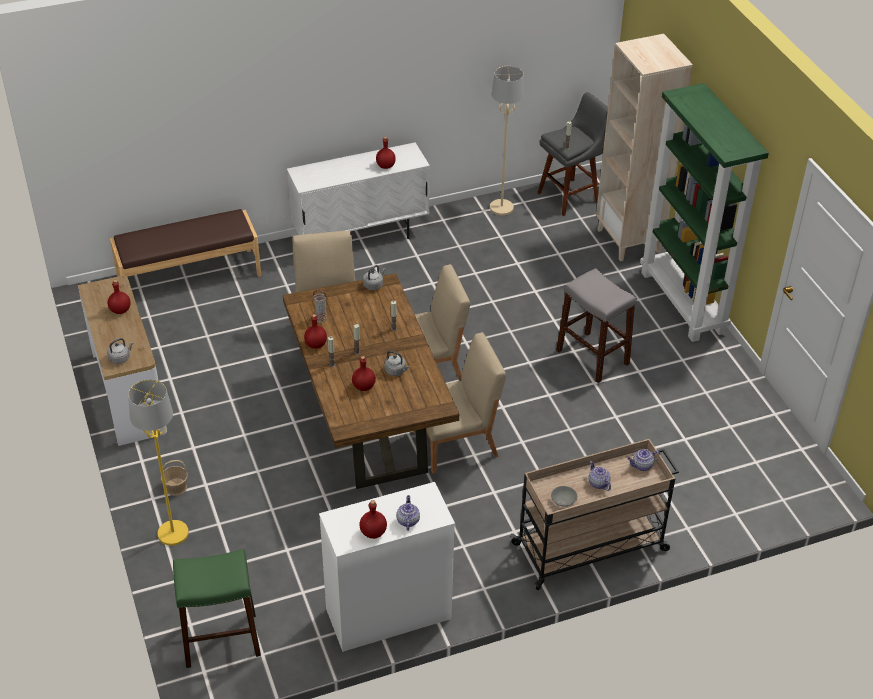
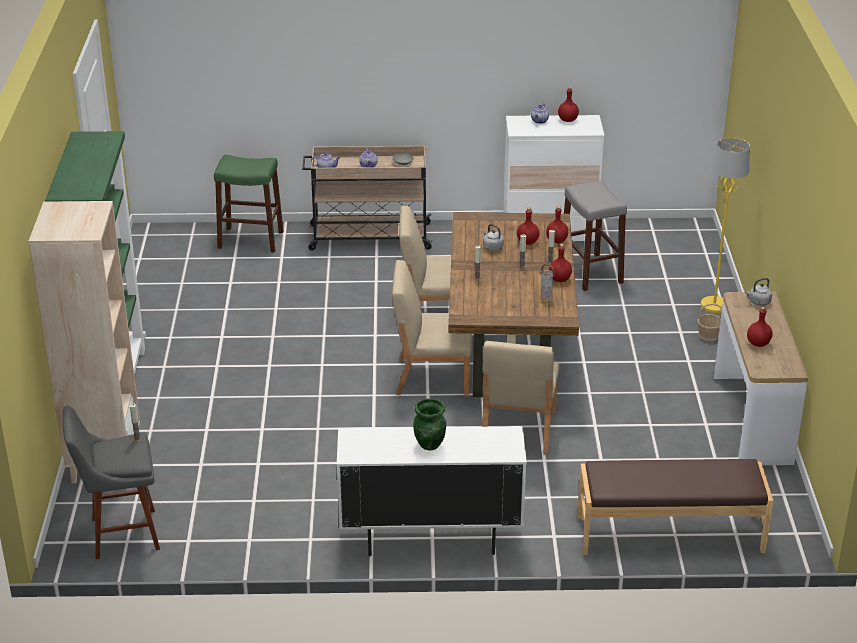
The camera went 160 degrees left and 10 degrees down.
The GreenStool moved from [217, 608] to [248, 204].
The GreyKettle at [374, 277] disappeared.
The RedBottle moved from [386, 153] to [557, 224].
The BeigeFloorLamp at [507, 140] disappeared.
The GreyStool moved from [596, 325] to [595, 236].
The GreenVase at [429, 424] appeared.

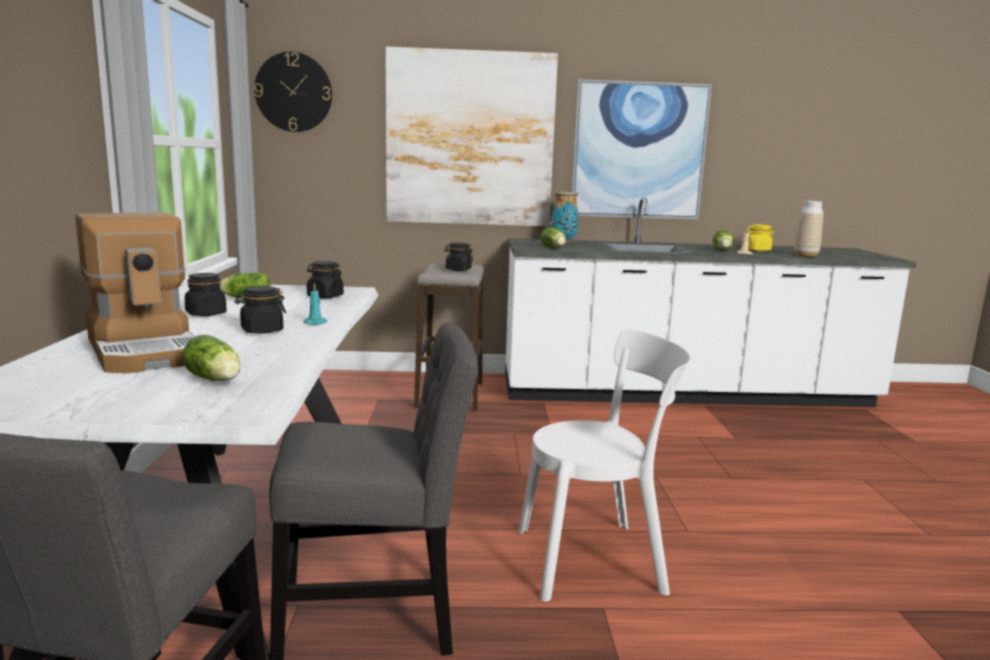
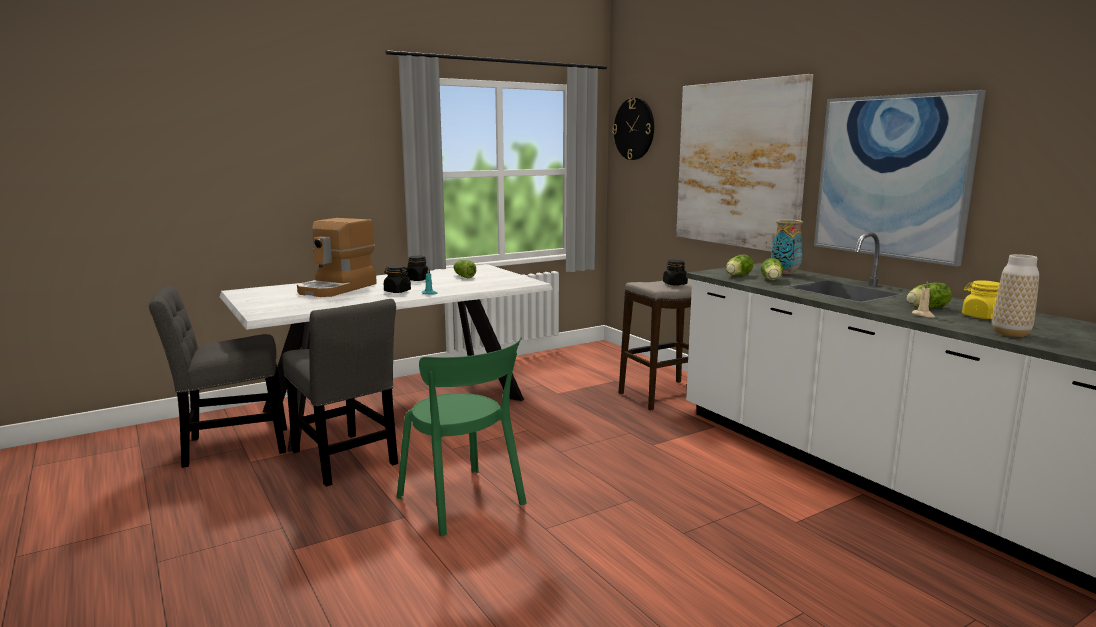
The camera went 60 degrees right and 0 degrees up.
The Lettuce moved from [211, 357] to [772, 269].
The BlackJar at [325, 280] disappeared.
The WhiteChair at [604, 465] became the GreenChair at [462, 436].

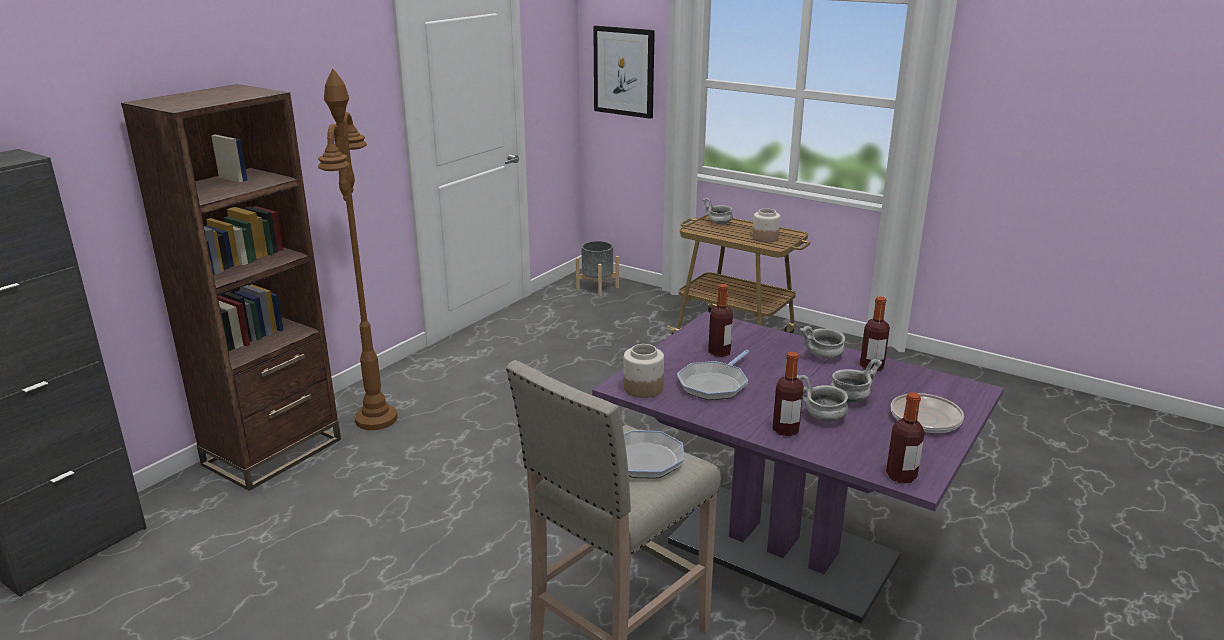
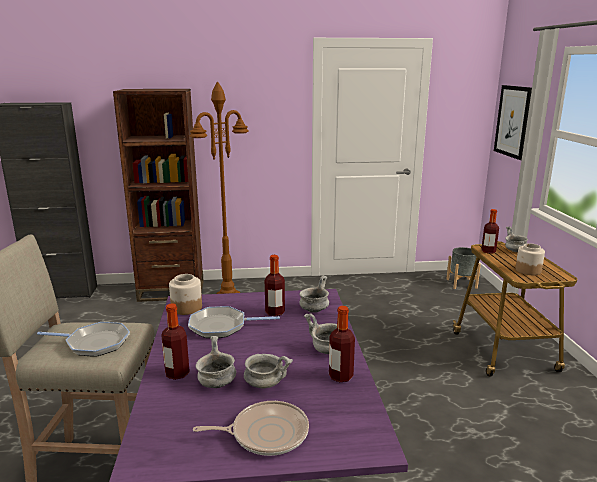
The camera went 50 degrees right and 5 degrees down.
The Bottle moved from [905, 437] to [490, 231].
The GreyBowl at [314, 294] appeared.

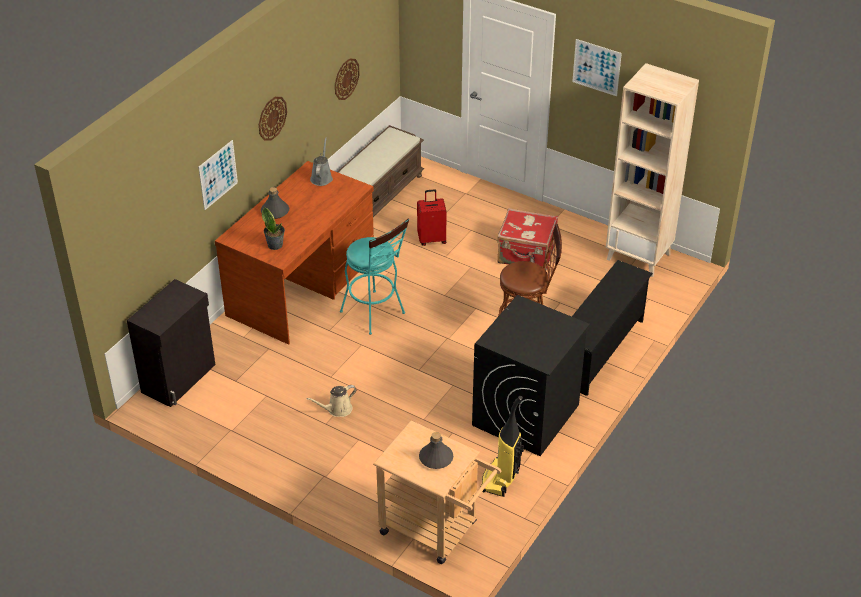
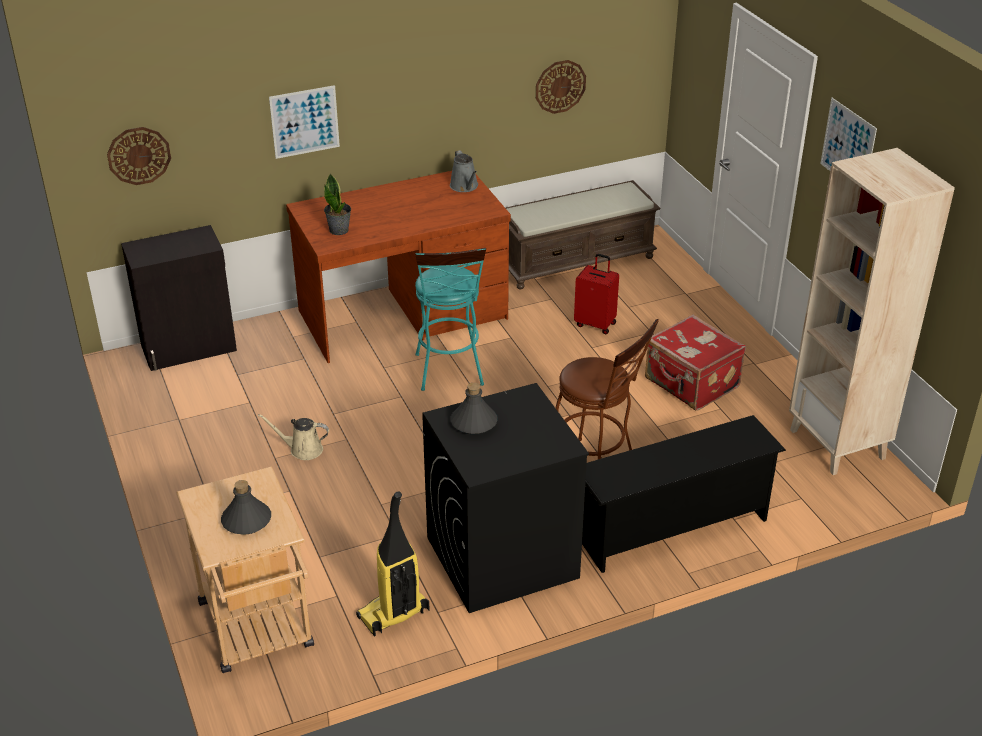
The camera went 35 degrees right and 5 degrees down.
The WallClock moved from [273, 119] to [139, 156].
The GreyBottle moved from [275, 203] to [474, 408].
The GreyWateringCan at [321, 161] turned 120 degrees clockwise.

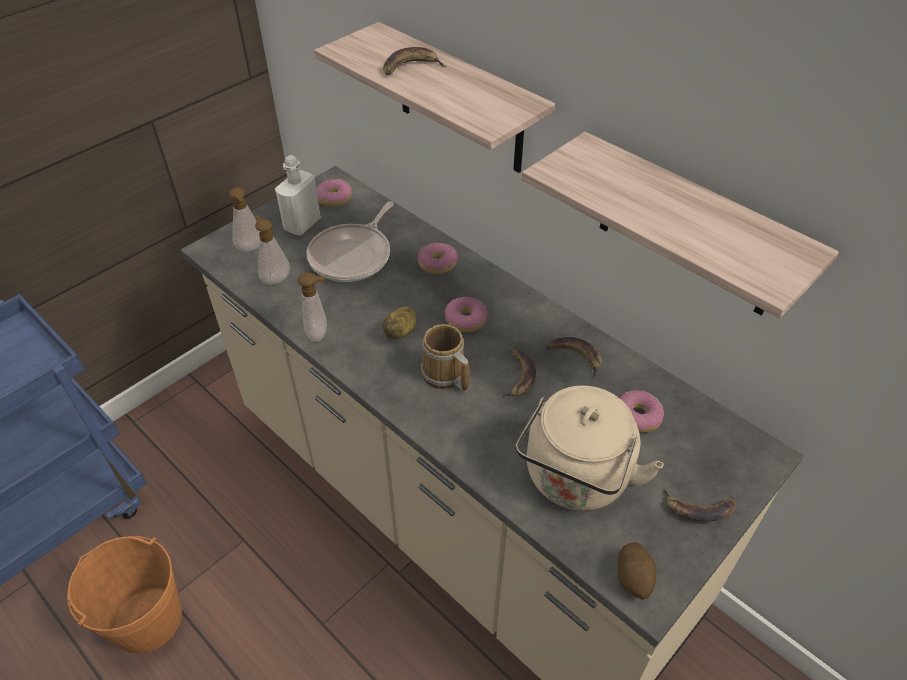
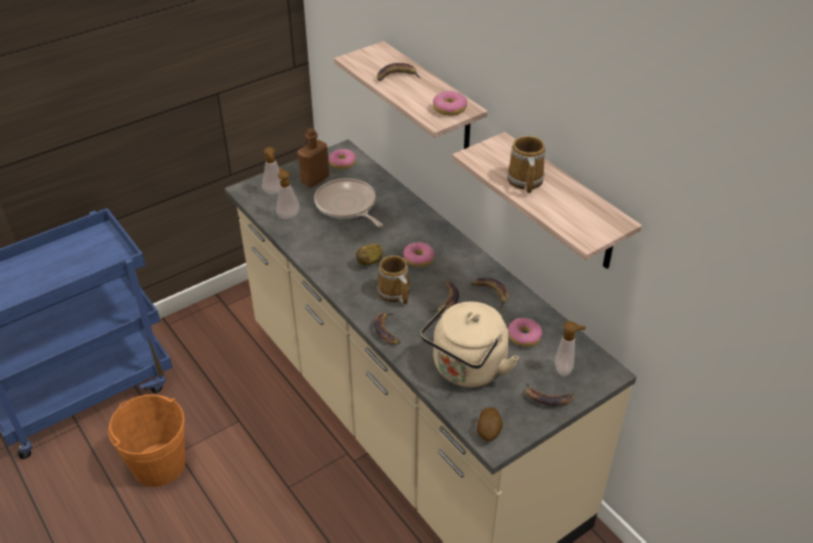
The camera went 10 degrees right and 5 degrees down.
The WhiteBottle at [298, 195] became the BrownBottle at [313, 157].
The SoapDispenser moved from [312, 307] to [570, 349].
The FryingPan at [350, 241] turned 105 degrees clockwise.
The Donut moved from [438, 258] to [450, 103].
The Banana at [387, 328] appeared.
The Mug at [526, 165] appeared.

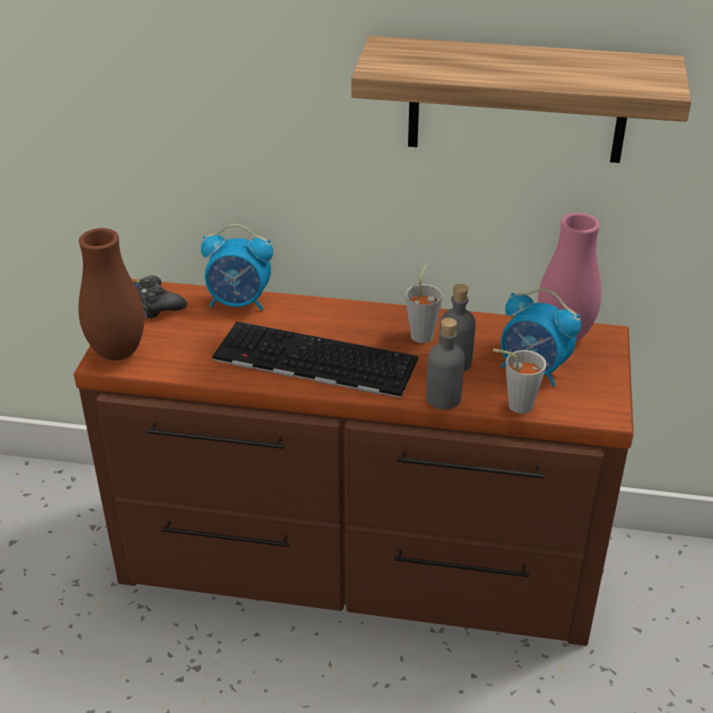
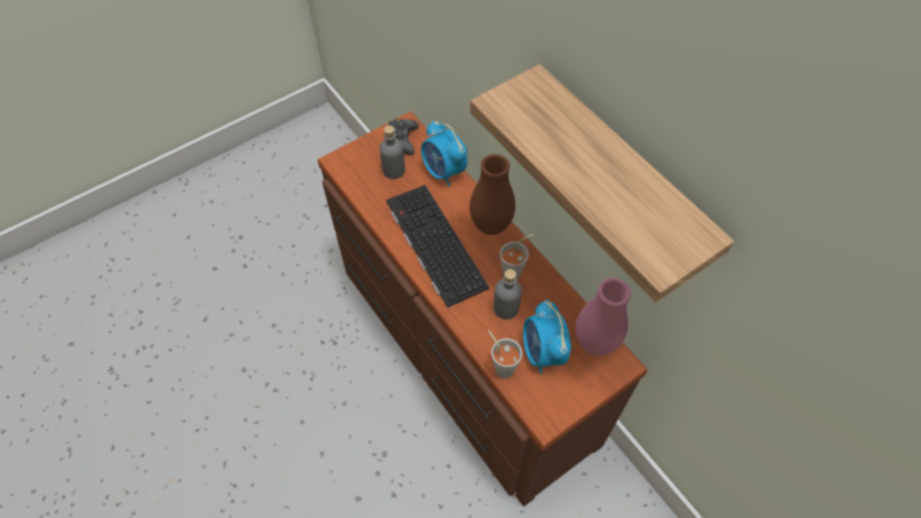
The camera went 45 degrees right and 20 degrees up.
The BrownVase moved from [111, 294] to [492, 194].
The GreyBottle moved from [445, 363] to [392, 152].

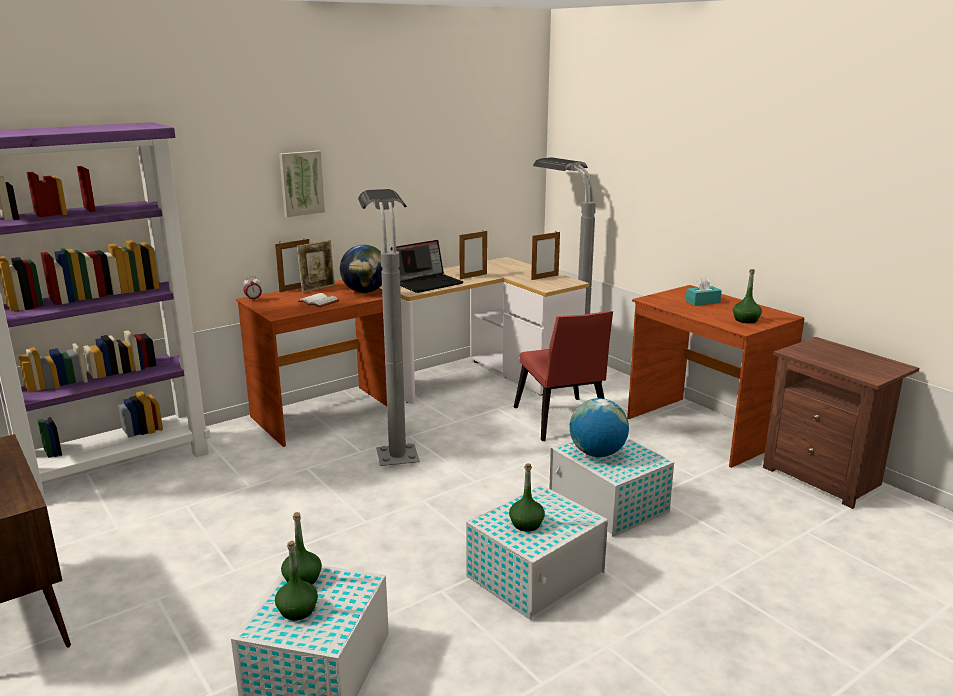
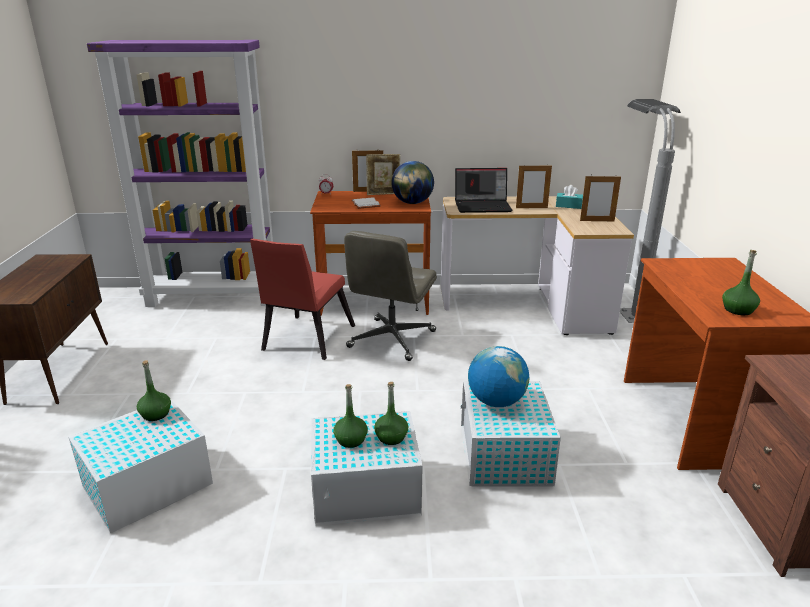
The camera went 35 degrees right and 5 degrees up.
The GreenBottle moved from [296, 580] to [391, 413].
The Picture at [302, 184] disappeared.
The GreyFloorLamp at [389, 327] was replaced by the GreyOfficeChair at [390, 296].
The RedChair moved from [563, 376] to [302, 299].
The TurquoiseTissueBox moved from [704, 291] to [569, 197].

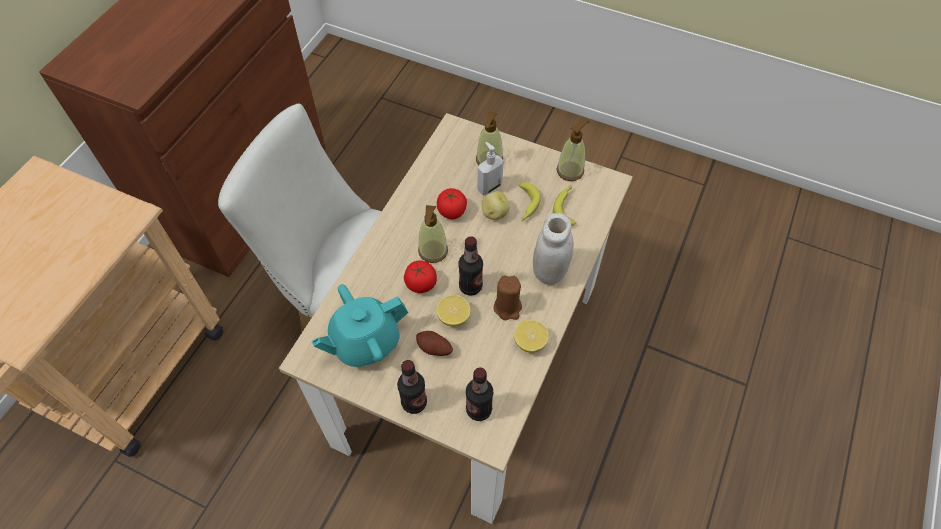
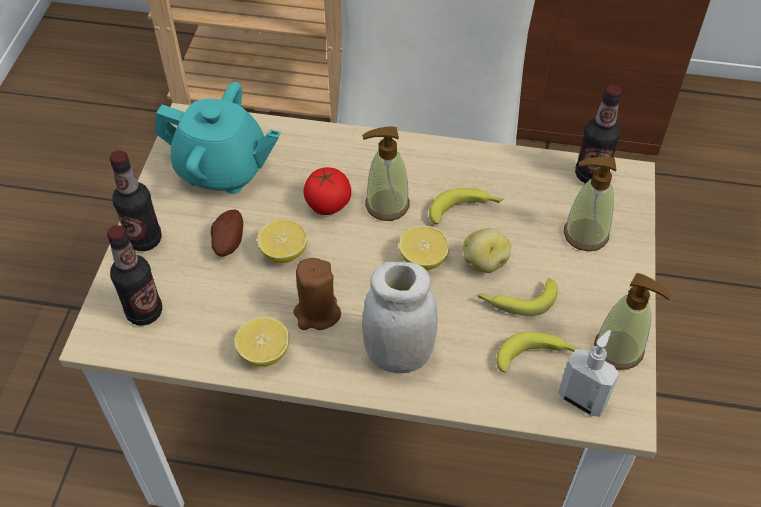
The camera went 75 degrees right and 5 degrees down.
The TurquoiseTeapot at [359, 325] turned 150 degrees clockwise.
The Tomato at [452, 203] was replaced by the Banana at [466, 206].
The Bottle moved from [470, 266] to [598, 134].
The SoapDispenser moved from [490, 168] to [588, 373].
The Lemon at [424, 248] appeared.

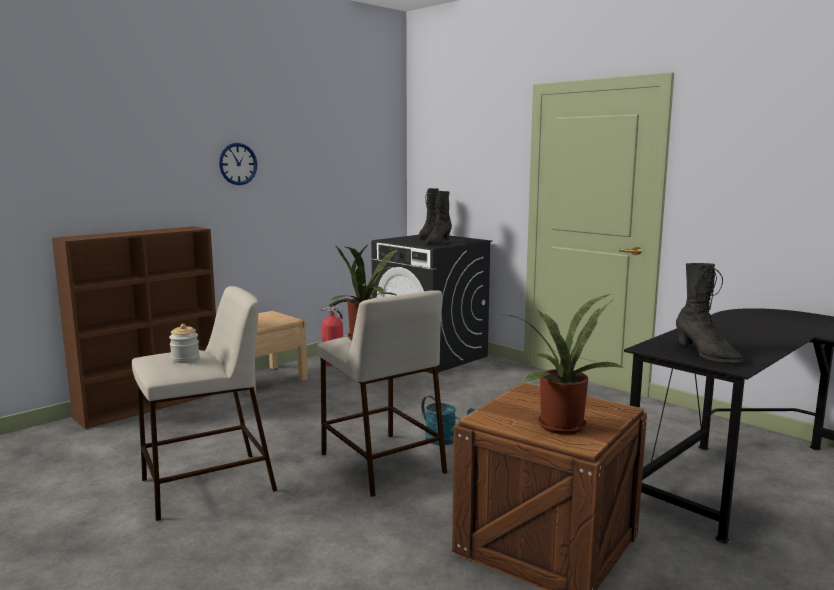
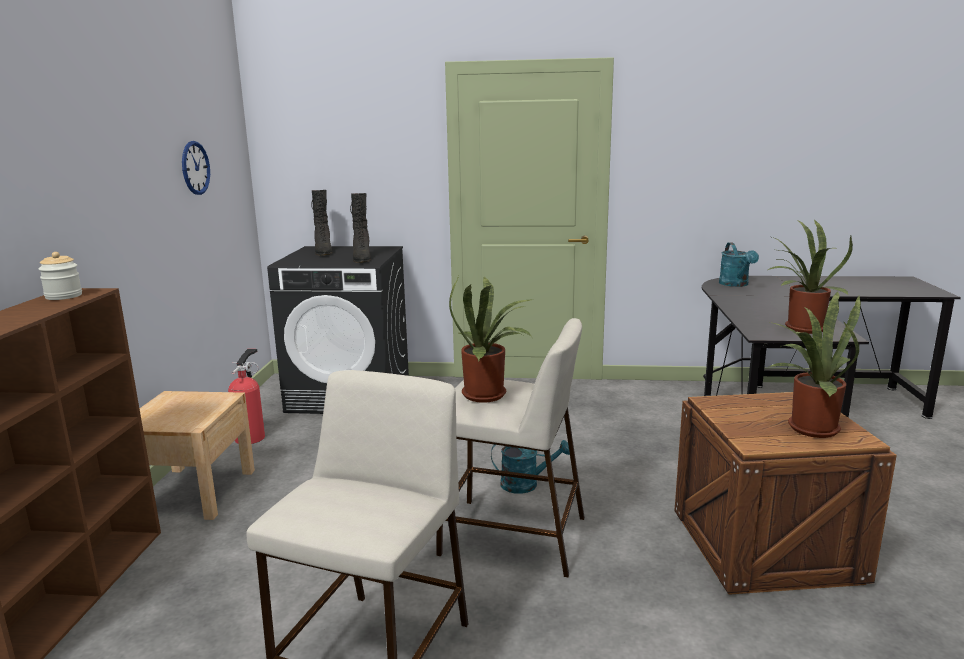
The camera went 40 degrees left and 5 degrees up.
The Jar moved from [184, 343] to [60, 276].
The WallClock moved from [238, 164] to [196, 168].
The BlackBoot at [709, 313] was replaced by the PottedPlant at [810, 276].
The TurquoiseWateringCan at [739, 264] appeared.

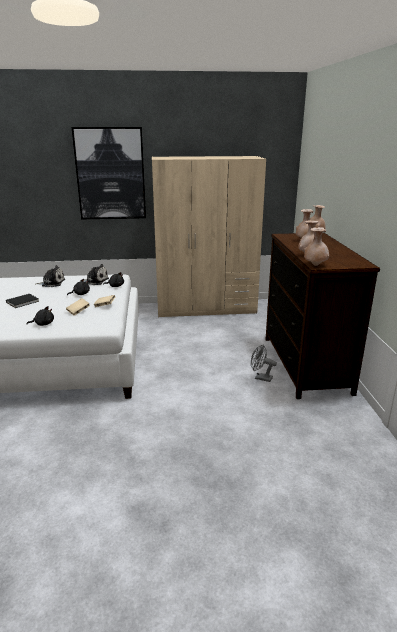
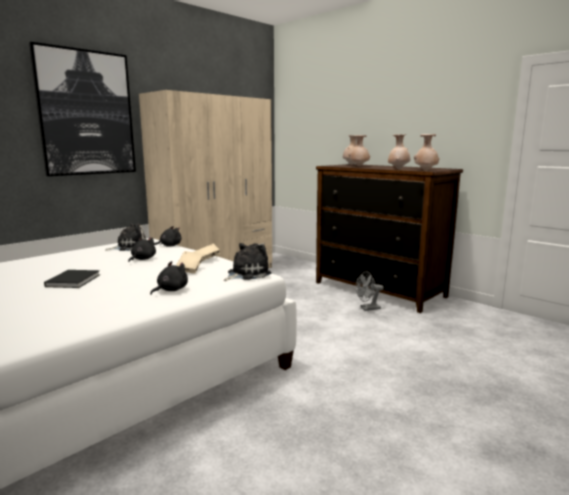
The camera went 40 degrees left and 10 degrees down.
The PlushToy moved from [50, 276] to [247, 262].

